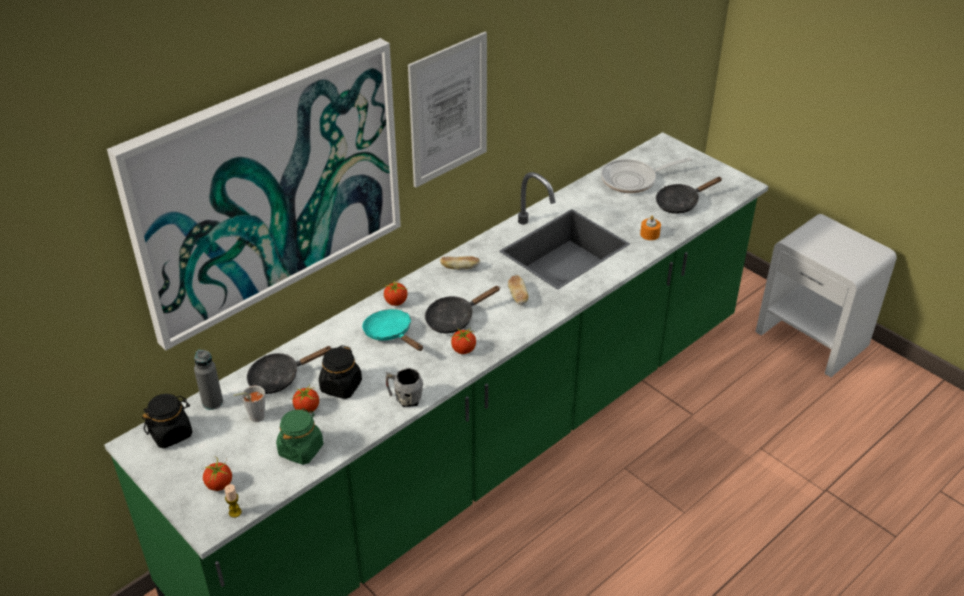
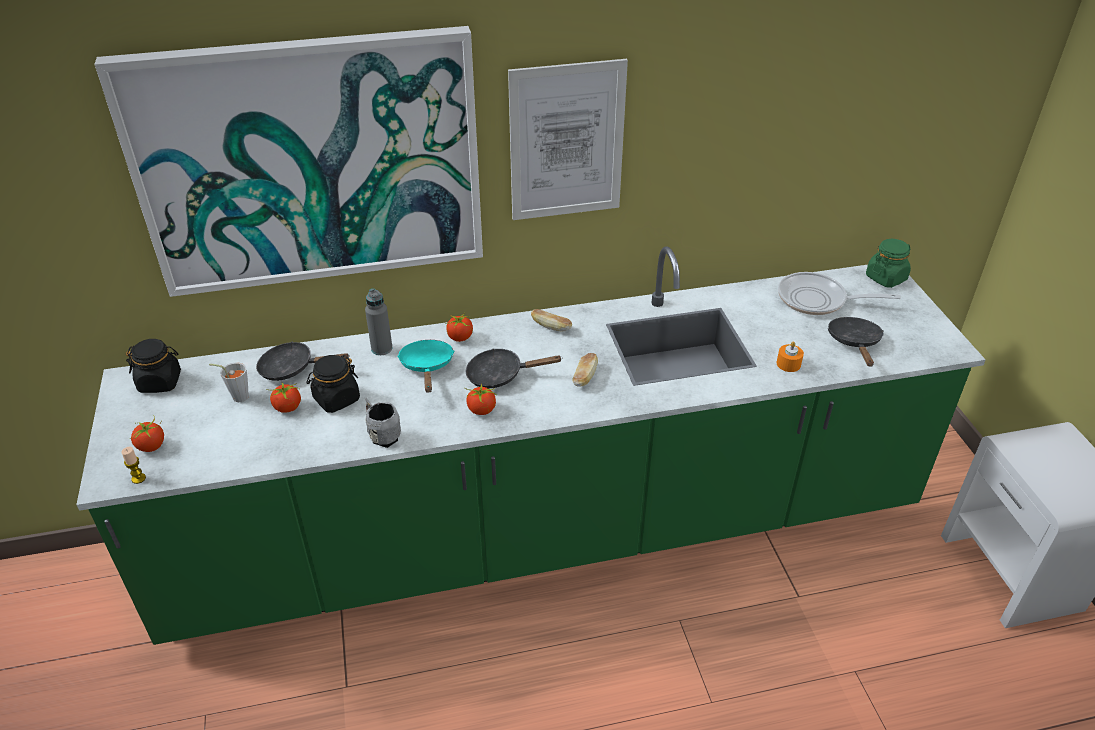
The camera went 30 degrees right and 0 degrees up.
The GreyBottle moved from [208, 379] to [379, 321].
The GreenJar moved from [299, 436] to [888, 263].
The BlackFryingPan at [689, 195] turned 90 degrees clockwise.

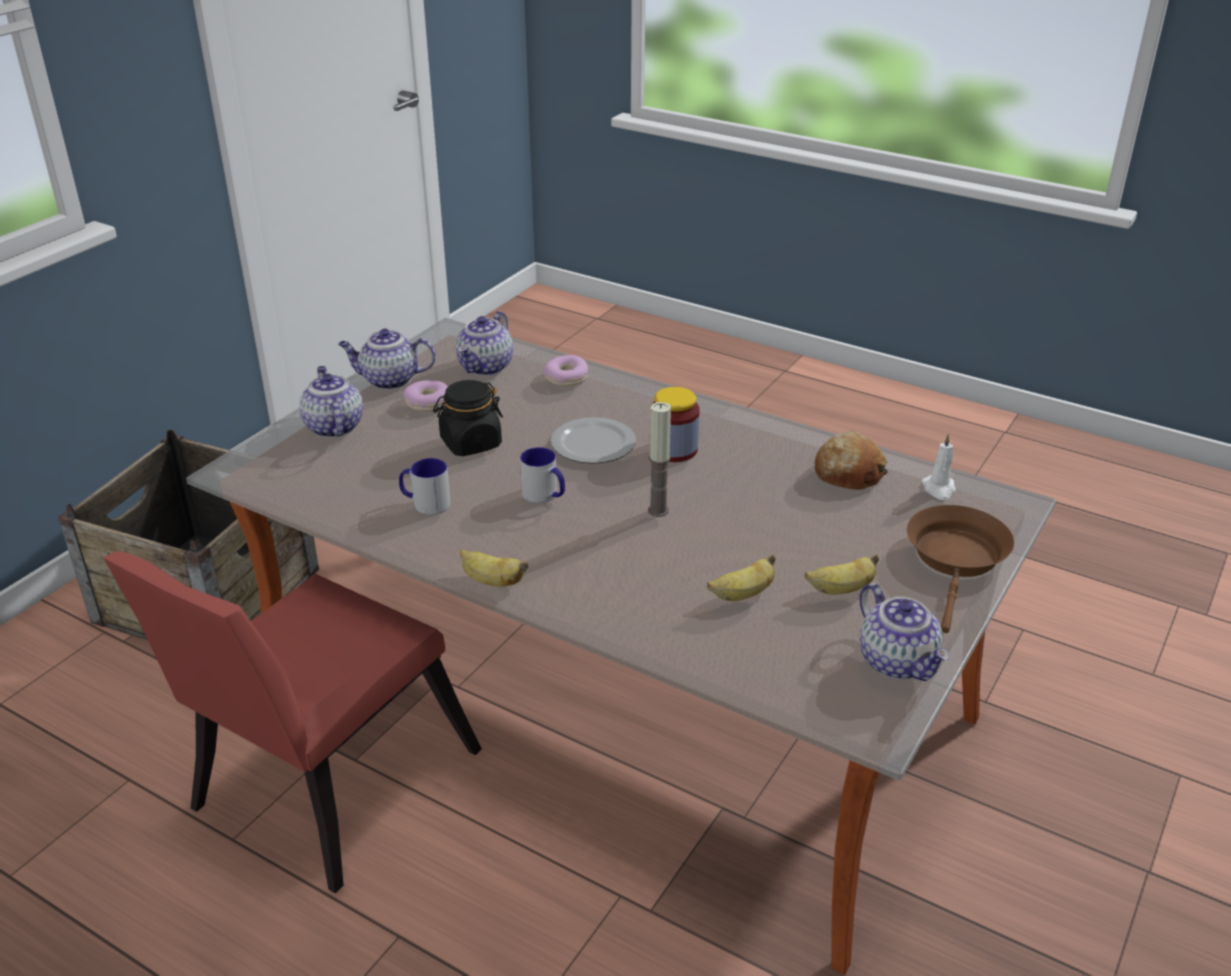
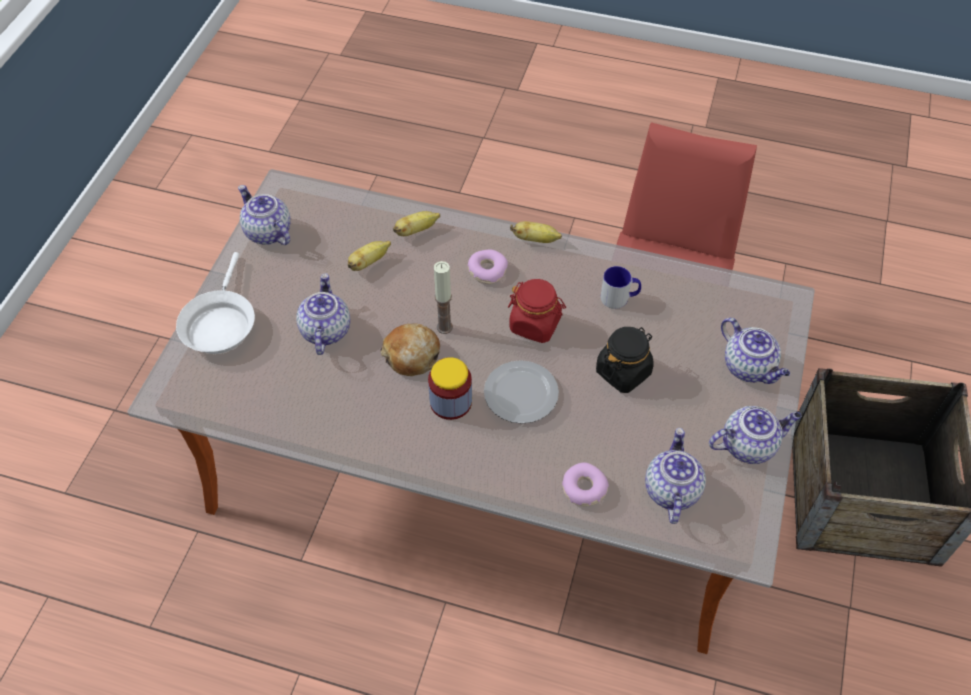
The camera went 165 degrees right and 20 degrees up.
The Donut moved from [425, 396] to [488, 266].
The Mug at [542, 475] was replaced by the RedJar at [537, 311].
The Banana moved from [842, 575] to [416, 223].
The Bread moved from [851, 460] to [410, 350].
The BrownFryingPan at [960, 569] became the WhiteFryingPan at [215, 303].
The WhiteCandle at [938, 466] disappeared.
The Teapot at [323, 314] appeared.

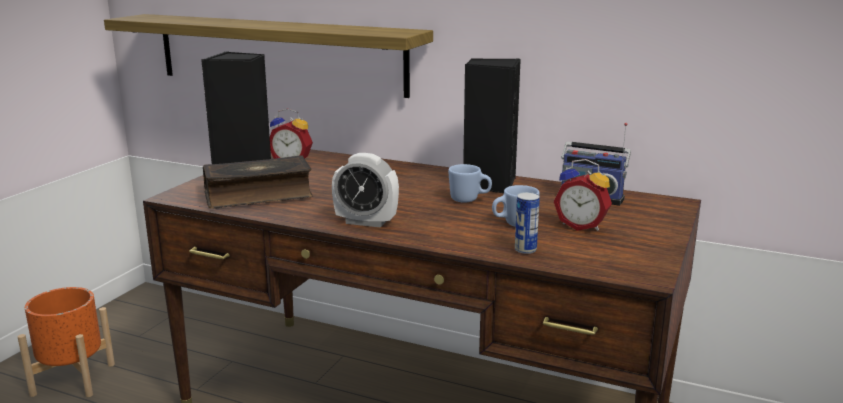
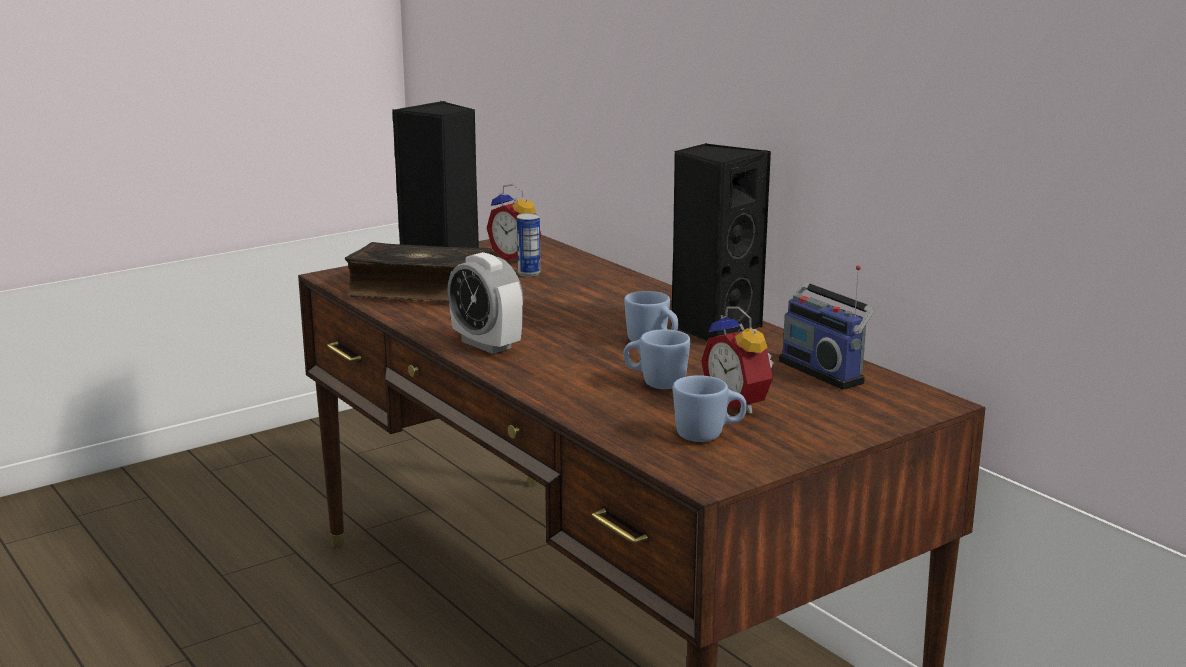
The camera went 30 degrees right and 0 degrees up.
The OrangePlanter at [66, 342] disappeared.
The Shelf at [268, 56] disappeared.
The Can moved from [527, 223] to [529, 245].
The BlueMug at [710, 408] appeared.

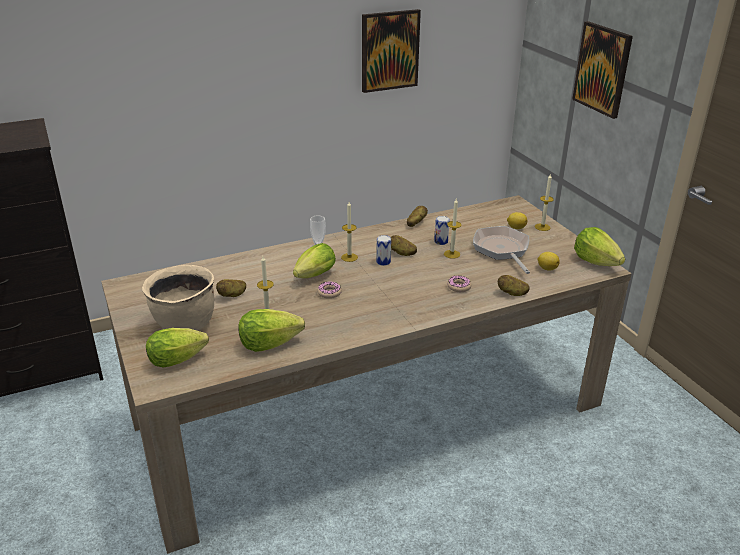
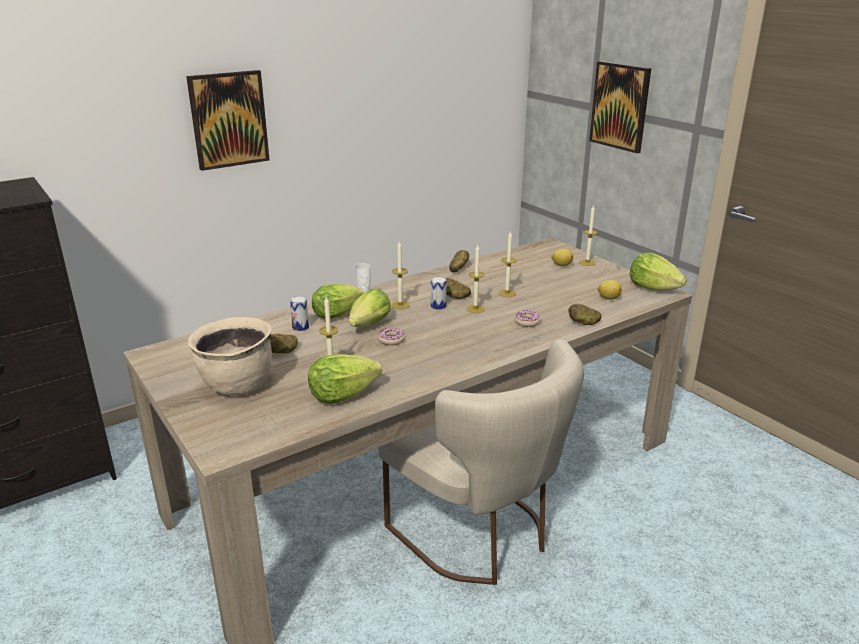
The camera went 10 degrees left and 5 degrees down.
The Lettuce moved from [177, 348] to [338, 301].
The Picture moved from [391, 51] to [228, 120].
The Can moved from [442, 230] to [299, 313].
The FryingPan at [501, 250] disappeared.
The BeigeChair at [481, 462] appeared.
The Candle at [476, 279] appeared.

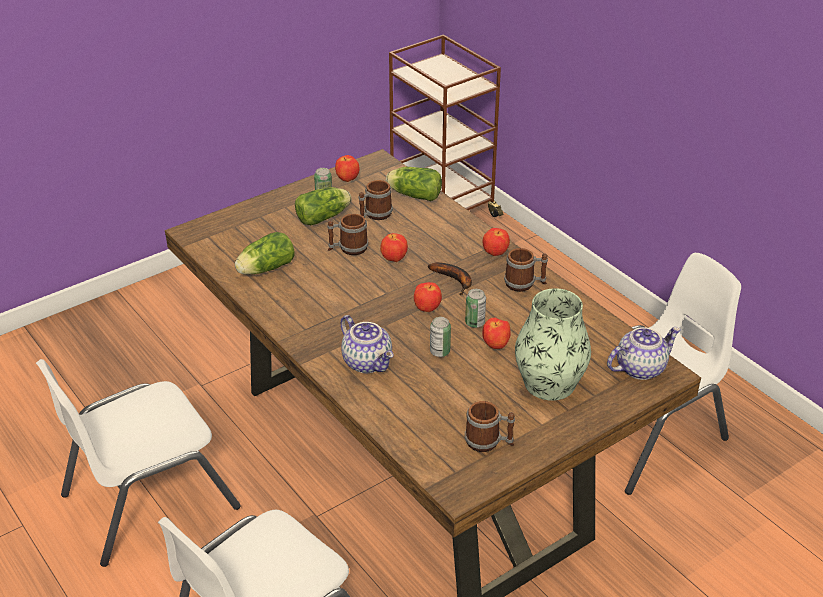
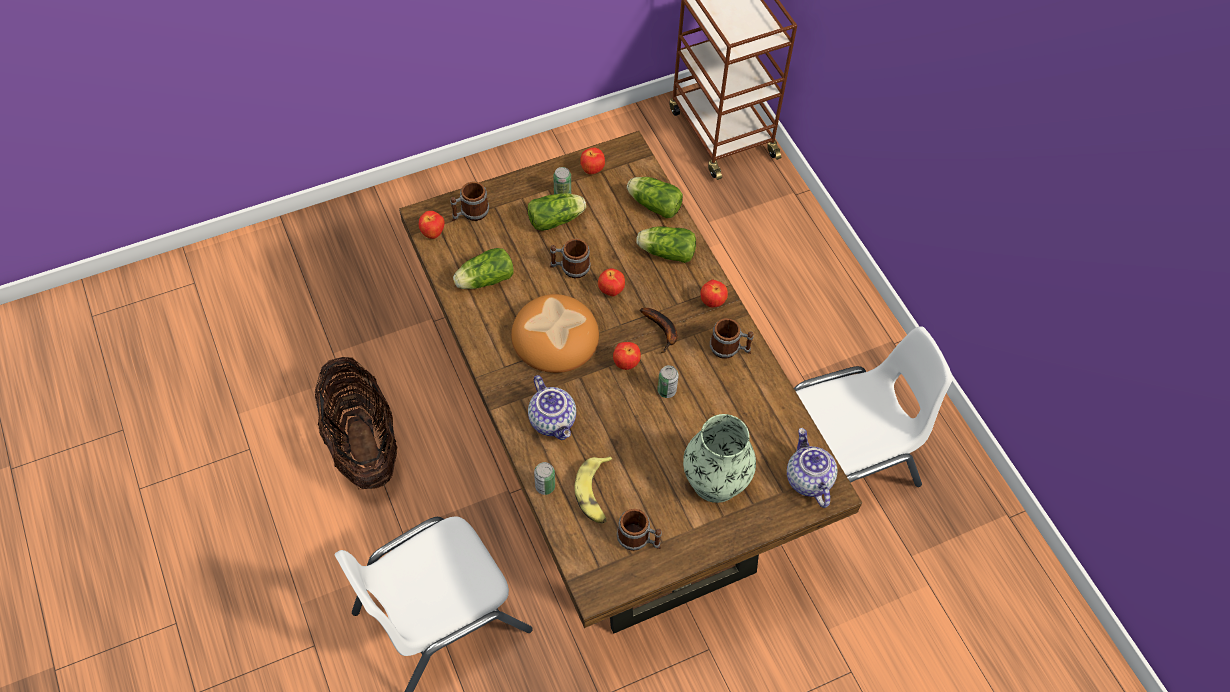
The camera went 10 degrees right and 20 degrees up.
The WhiteChair at [138, 463] was replaced by the Basket at [356, 423].
The Mug moved from [376, 200] to [469, 201].
The Can moved from [440, 337] to [544, 478].
The Apple moved from [496, 333] to [432, 225].
The Teapot at [644, 353] turned 90 degrees counterclockwise.
The Bread at [555, 333] appeared.
The Banana at [593, 489] appeared.
The Lettuce at [666, 244] appeared.

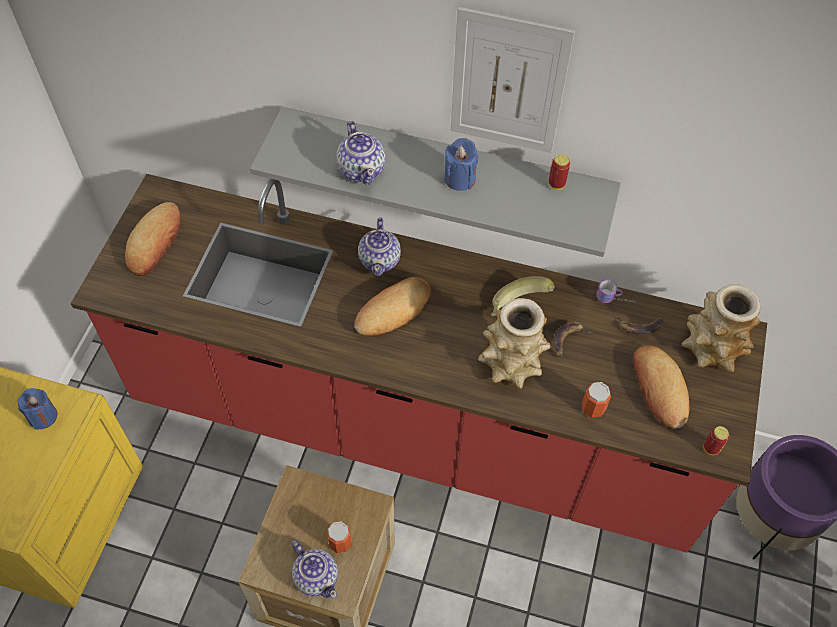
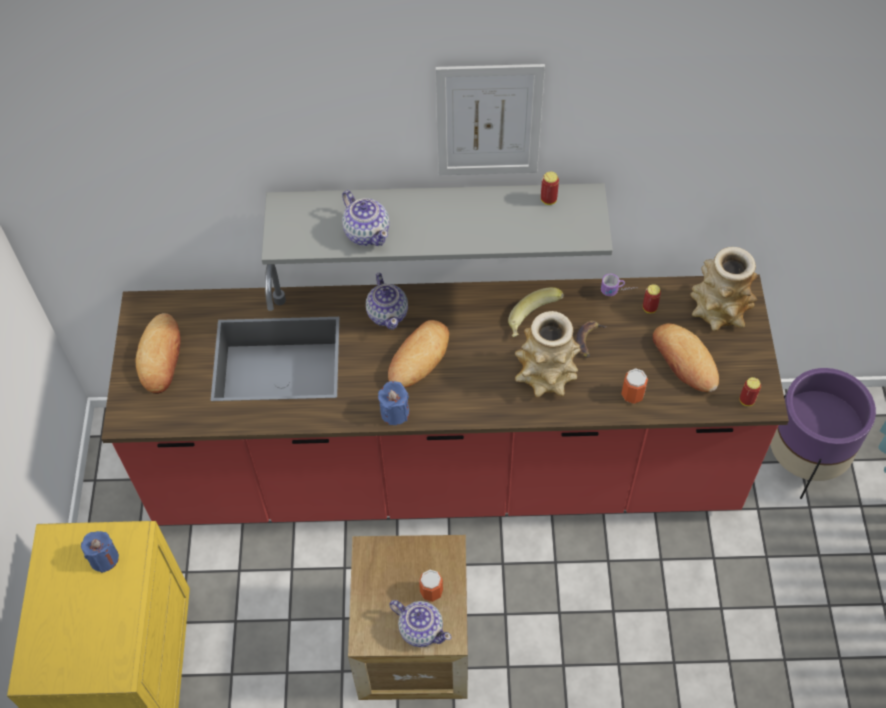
The camera went 15 degrees left and 0 degrees up.
The BlueCandle moved from [461, 164] to [394, 403].
The Banana at [640, 324] was replaced by the Can at [652, 298].

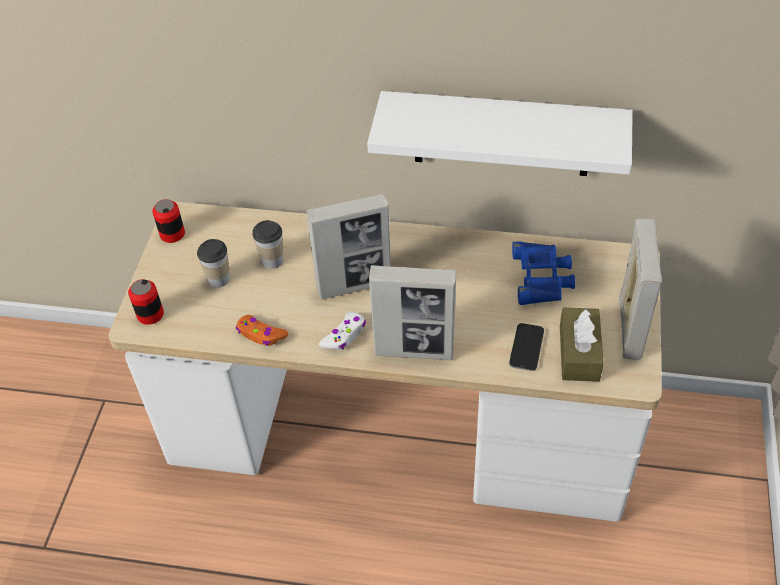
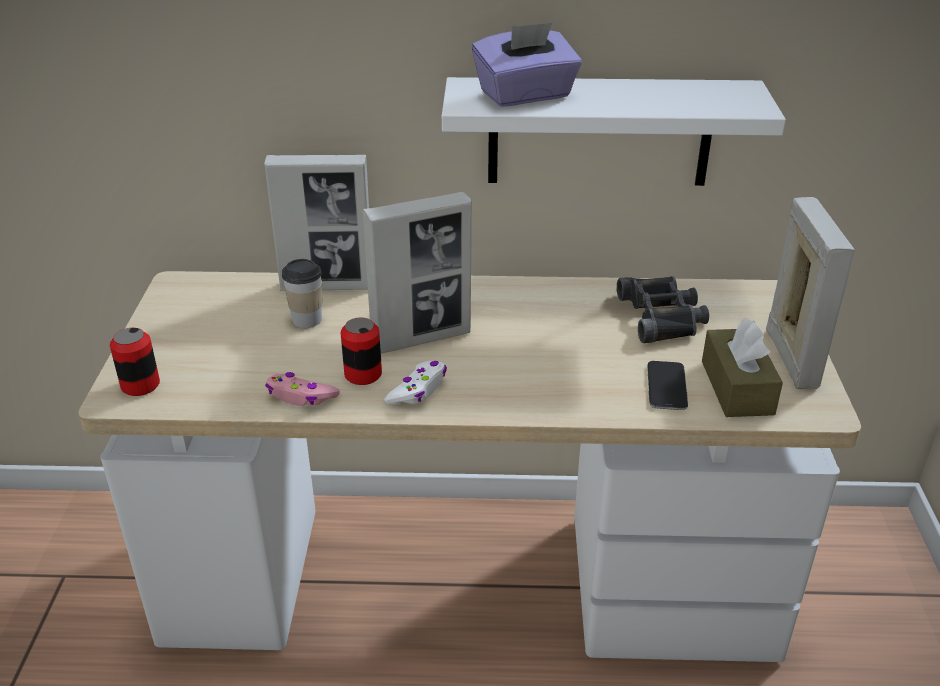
The camera went 10 degrees left and 15 degrees down.
The Can moved from [168, 221] to [361, 351].
The Cup at [213, 263] disappeared.
The OrangeGameController at [262, 330] became the PinkGameController at [302, 389].
The PictureFrame moved from [412, 312] to [316, 223].
The BlueBinoculars at [543, 273] became the BlackBinoculars at [663, 309].
The PurpleTissueBox at [527, 64] appeared.

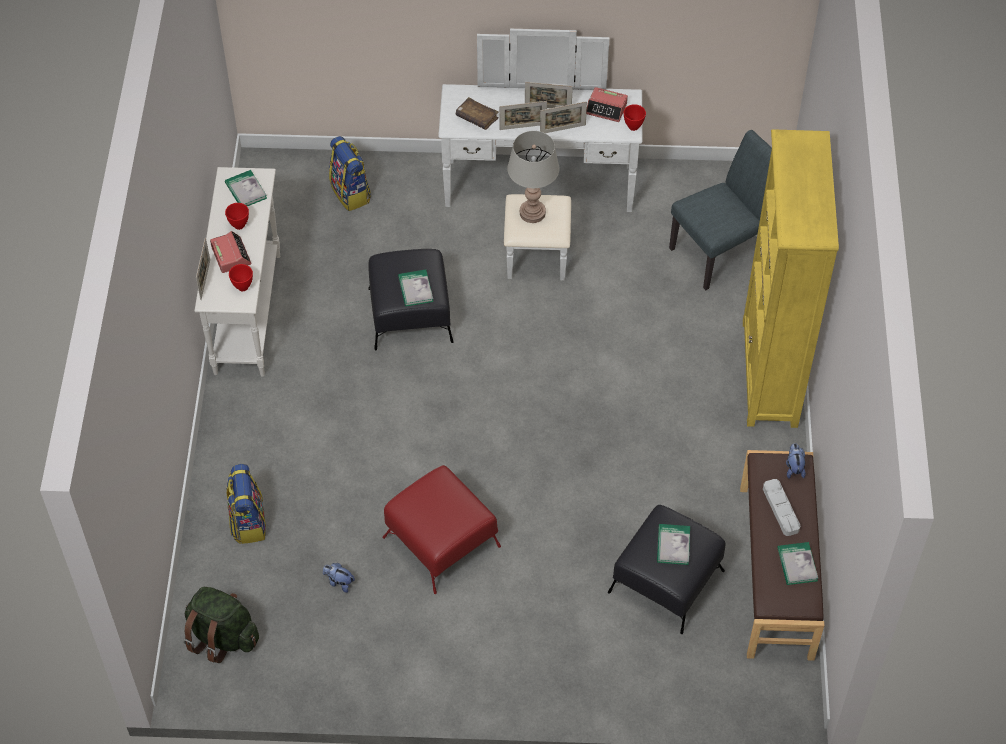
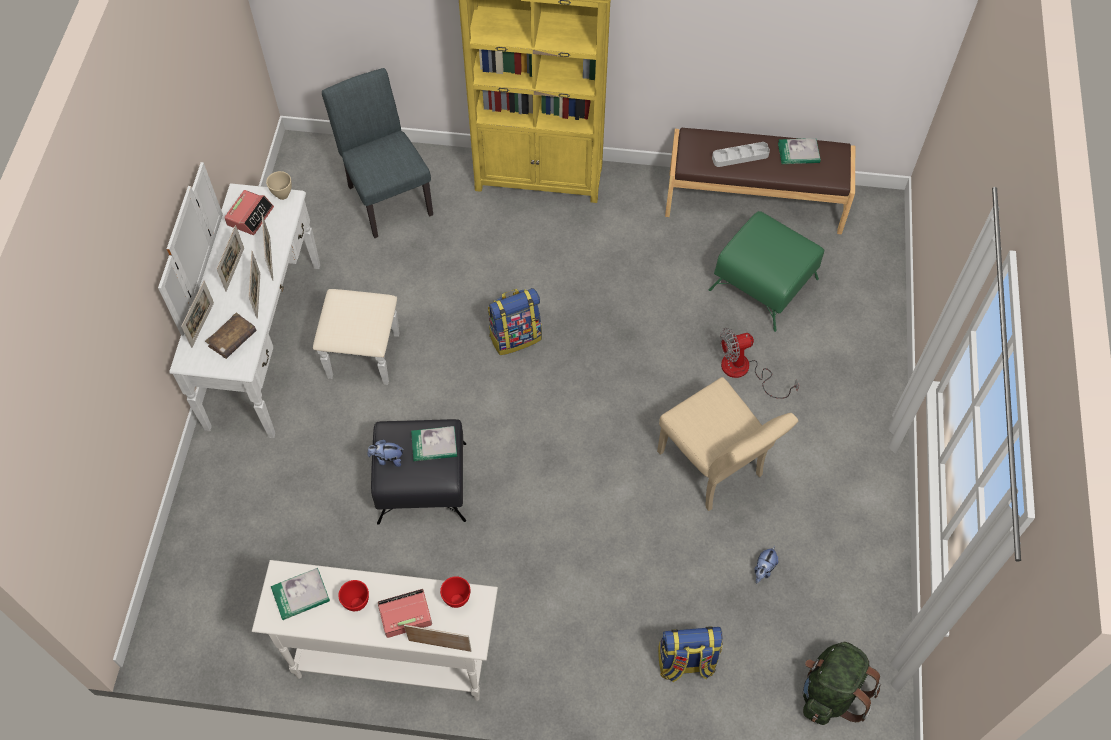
The camera went 85 degrees left and 5 degrees up.
The Backpack moved from [350, 173] to [515, 321].
The RedOttoman at [441, 529] was replaced by the BeigeChair at [727, 444].
The GreyTableLamp at [533, 177] disappeared.
The BlackOttoman at [667, 569] became the GreenOttoman at [766, 271].
The RedBowl at [634, 117] became the BeigeBowl at [279, 185].
The Book at [673, 544] disappeared.
The PlushToy moved from [796, 461] to [385, 453].
The PictureFrame at [197, 314] appeared.
The Fan at [759, 363] appeared.

